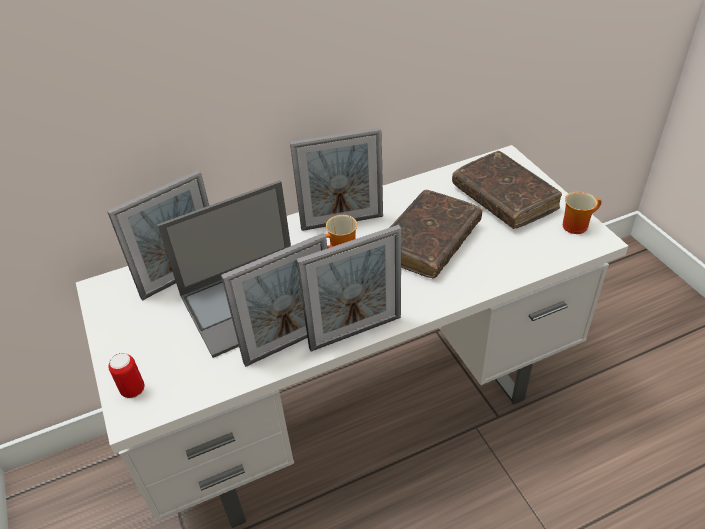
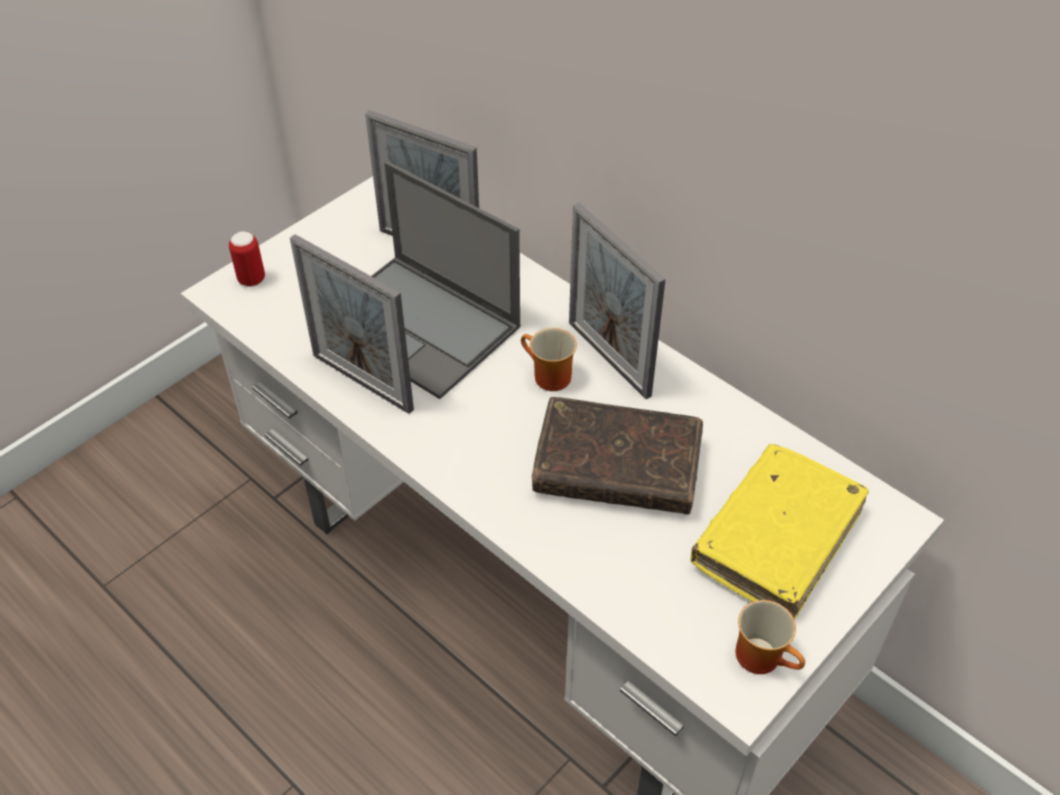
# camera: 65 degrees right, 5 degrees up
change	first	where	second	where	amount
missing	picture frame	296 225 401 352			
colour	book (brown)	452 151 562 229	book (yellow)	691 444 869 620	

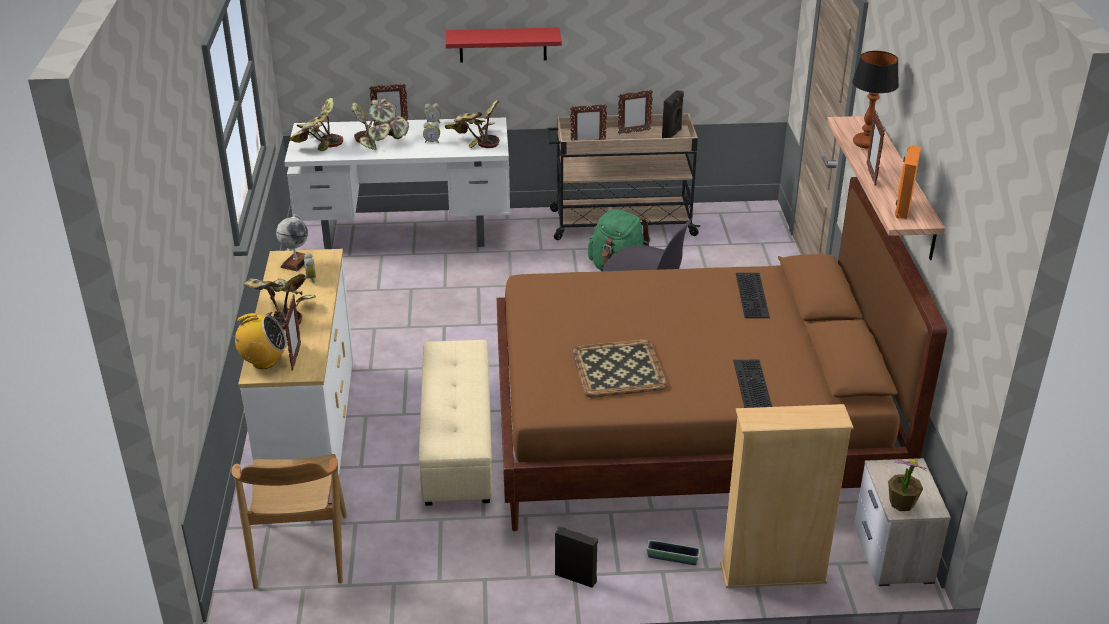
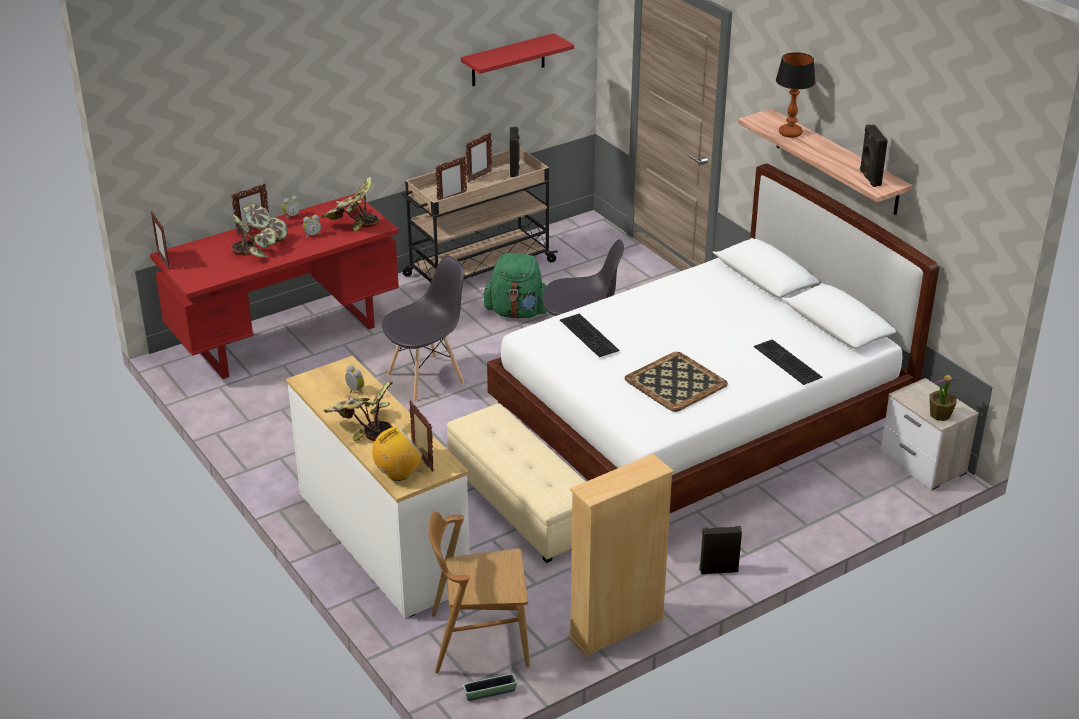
# camera: 30 degrees left, 0 degrees up
change	first	where	second	where	amount
missing	globe	276 215 311 271			
missing	potted plant	288 98 343 151			
appeared			chair (grey)	382 256 464 402	
relocated	shelf (red)	446 28 562 62		461 33 574 86	
relocated	planter	646 540 701 565		463 673 517 701	
relocated	bookcase (beige)	720 404 854 588		568 454 674 657	
relocated	keyboard	736 273 770 318		560 313 619 357	
relocated	picture frame	867 111 885 186		151 211 170 270	
colour	desk (white)	284 117 510 249	desk (red)	150 194 399 379	
colour	bed (brown)	497 177 947 531	bed (white)	487 163 939 513	
colour	speaker (orange)	895 145 921 219	speaker (black)	860 125 888 187	
spun	chair (brown)	231 454 347 589		428 511 530 674	120 degrees clockwise

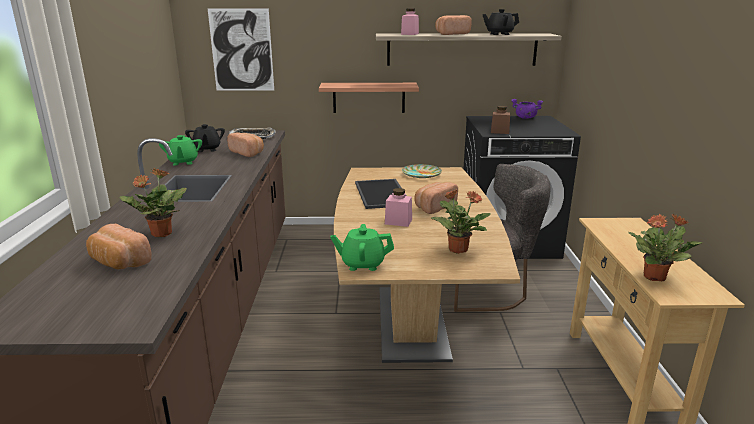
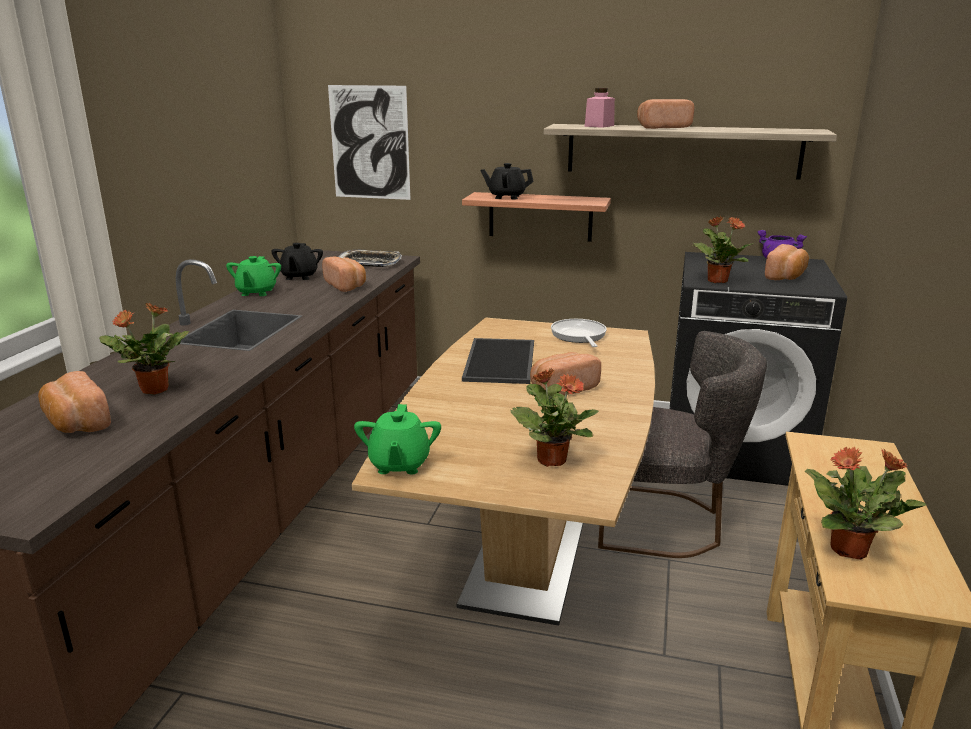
# camera: 15 degrees right, 0 degrees up
change	first	where	second	where	amount
missing	jar (pink)	385 188 412 227			
appeared			bread	765 244 809 280	
relocated	teapot (black)	482 9 519 35		481 163 534 199	
exchanged	plate	402 164 442 178	frying pan	551 319 607 347	
exchanged	jar (brown)	491 106 510 134	potted plant	693 216 754 283	
spun	teapot (green)	330 224 394 271		354 404 441 474	105 degrees counterclockwise

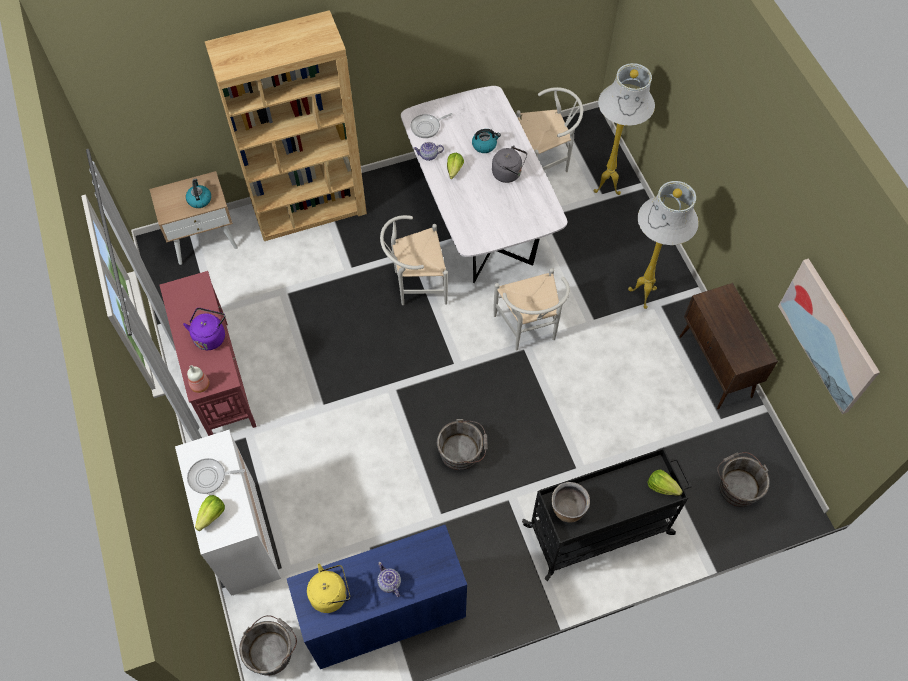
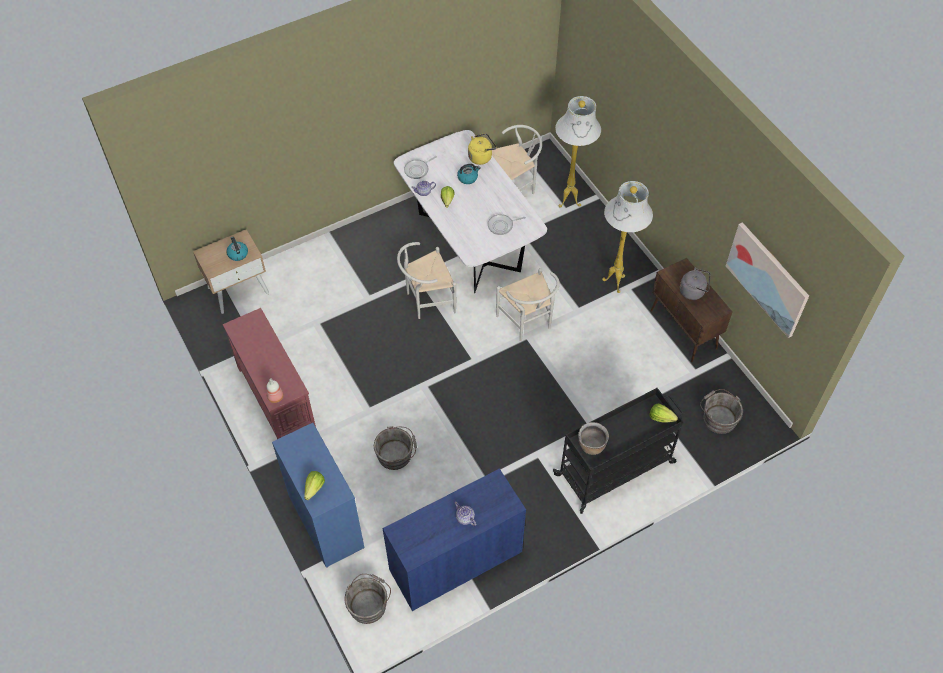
# camera: 10 degrees left, 5 degrees down
change	first	where	second	where	amount
missing	kettle (purple)	183 308 226 350			
missing	bookcase (brown)	205 10 367 241			
relocated	frying pan	187 458 245 494		488 214 526 235	
relocated	kettle (yellow)	307 563 350 613		468 133 497 165	
relocated	bucket (grey)	437 419 488 470		374 426 417 470	
relocated	kettle (grey)	492 146 527 183		680 267 710 300	
colour	dresser (white)	175 430 281 596	dresser (blue)	272 423 365 567	

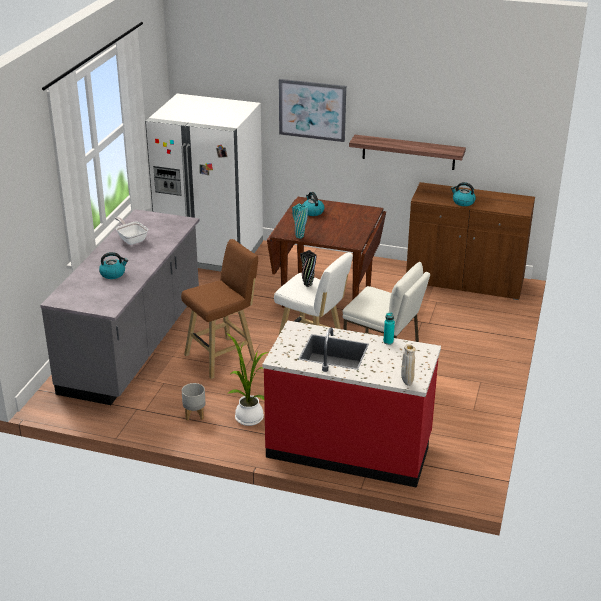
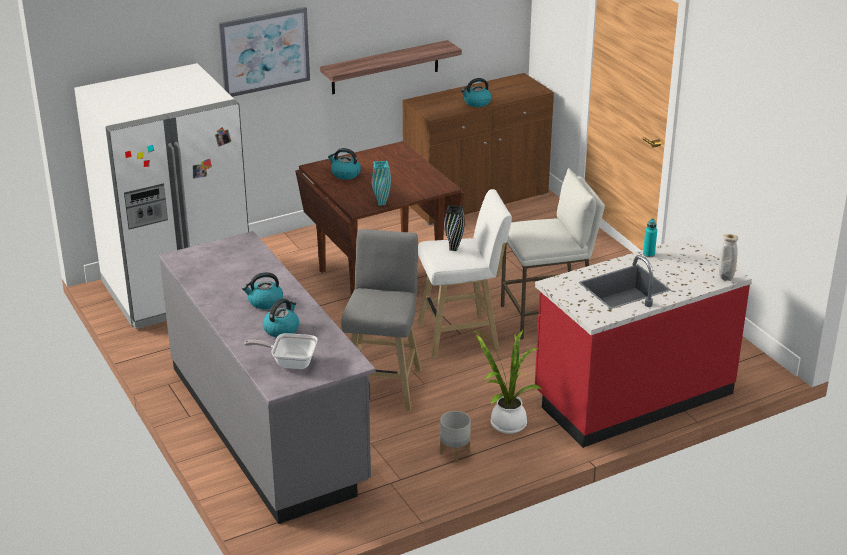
# camera: 45 degrees left, 0 degrees up
change	first	where	second	where	amount
appeared			kettle	242 272 283 309	
relocated	frying pan	115 217 148 245		244 333 318 369	
colour	stool (brown)	181 239 258 379	stool (grey)	341 229 422 411	

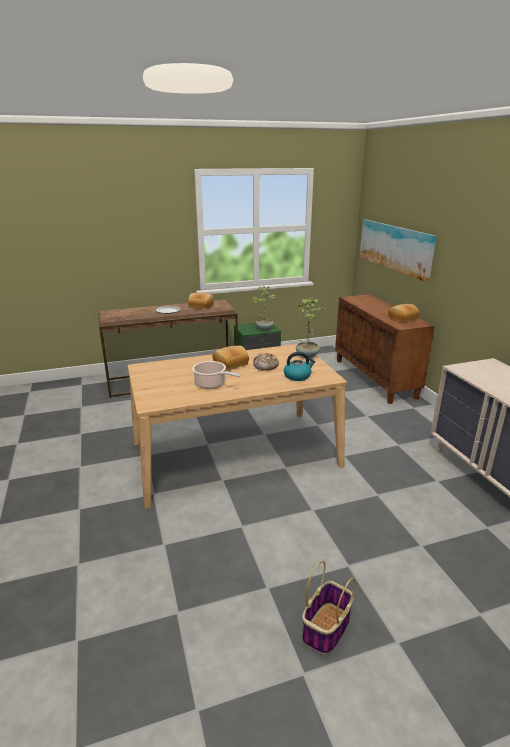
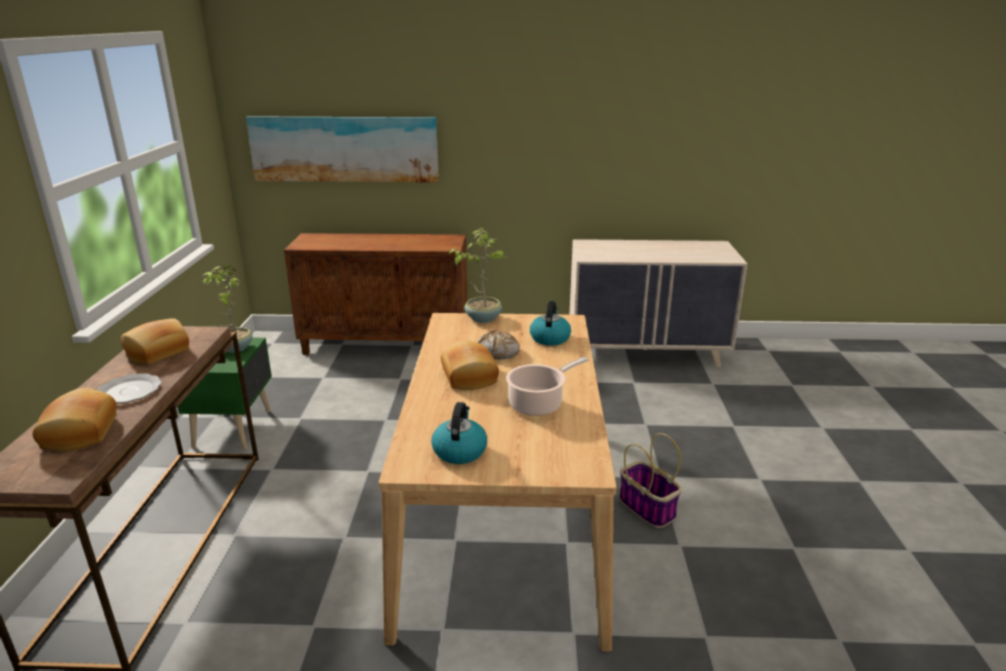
# camera: 70 degrees left, 0 degrees up
change	first	where	second	where	amount
appeared			kettle	431 402 487 464	
relocated	basket	302 560 355 654		619 433 682 528	
relocated	bread	388 304 420 322		33 388 117 451	

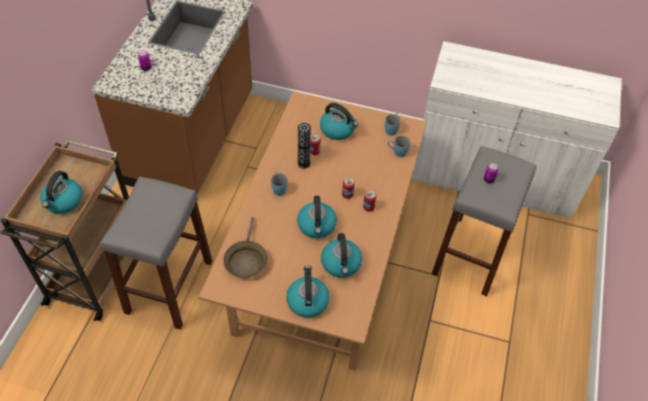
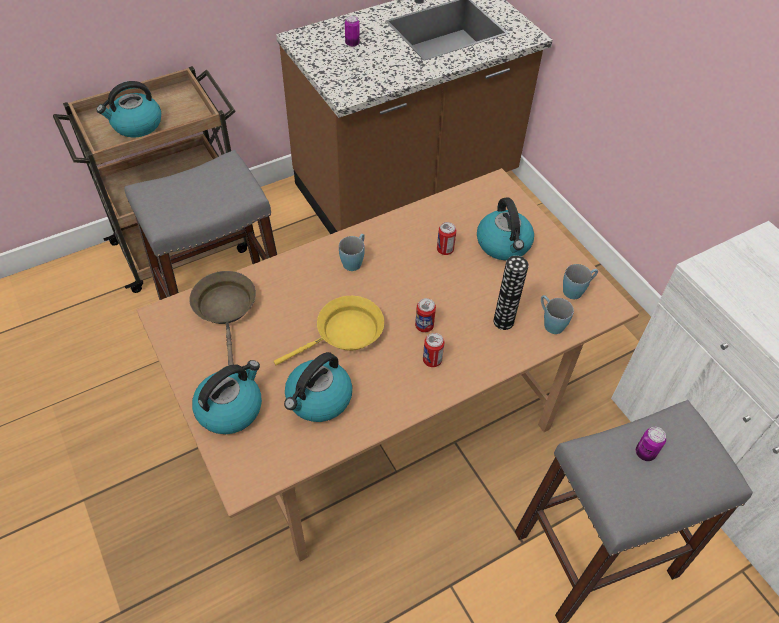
# camera: 45 degrees right, 0 degrees up
change	first	where	second	where	amount
relocated	vase	298 123 311 169		493 256 529 330	
exchanged	kettle	297 196 337 238	frying pan (yellow)	274 296 384 365	
spun	frying pan (brown)	223 217 268 278		190 271 256 366	120 degrees clockwise

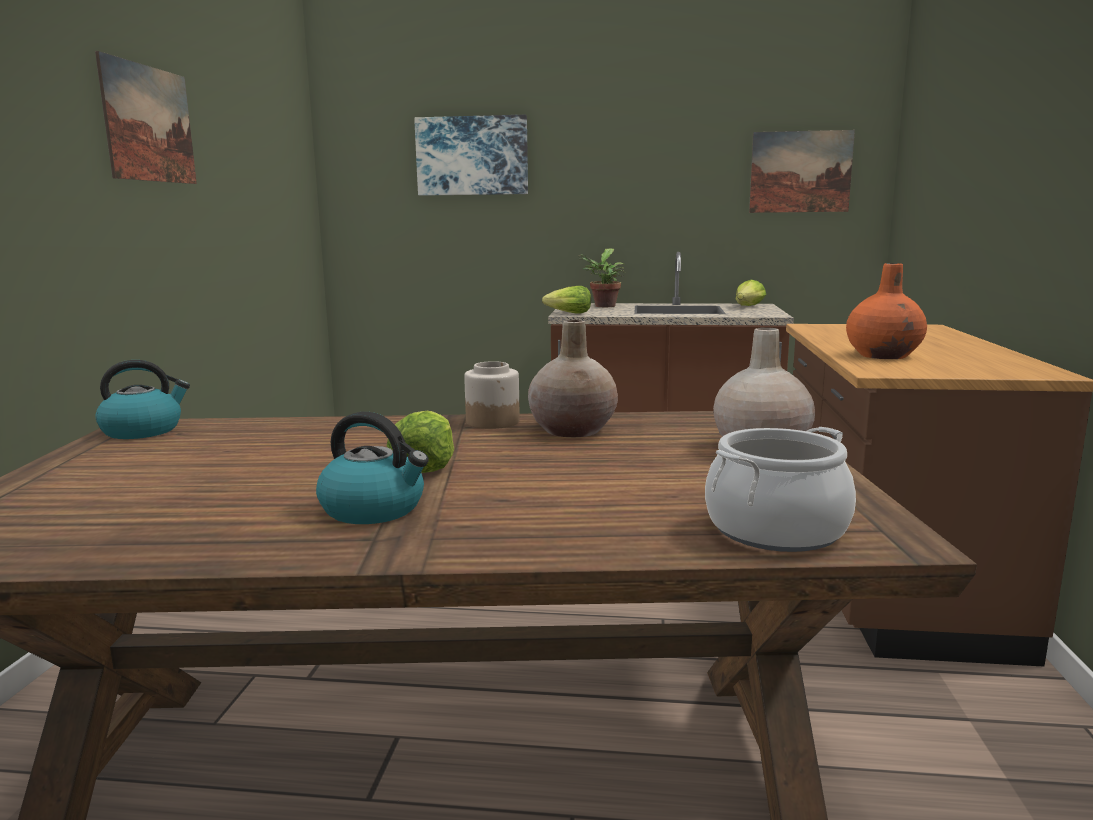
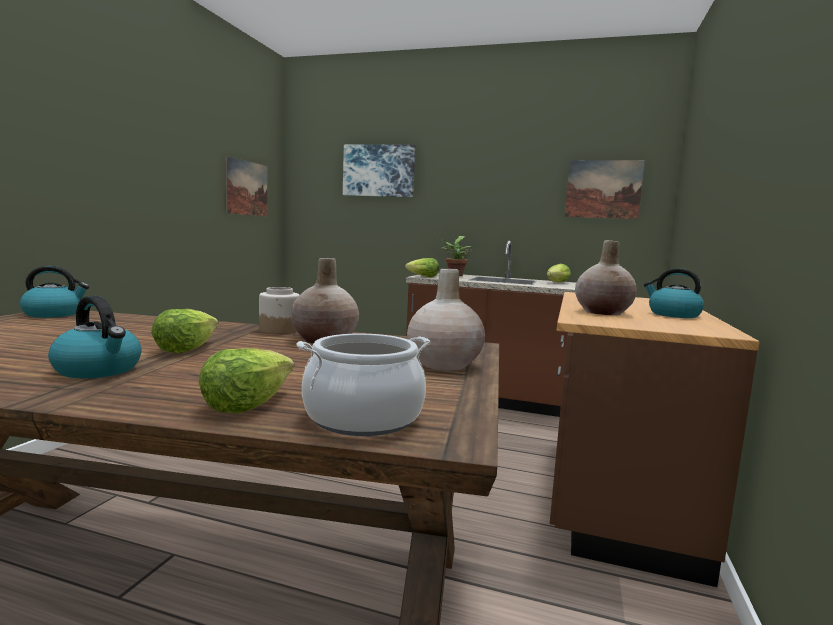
# camera: 10 degrees right, 5 degrees down
change	first	where	second	where	amount
appeared			lettuce	199 348 294 413	
appeared			kettle	644 268 704 318	
relocated	picture	95 51 197 184		226 156 268 216	
colour	vase (orange)	846 263 927 359	vase (beige)	575 241 637 315	

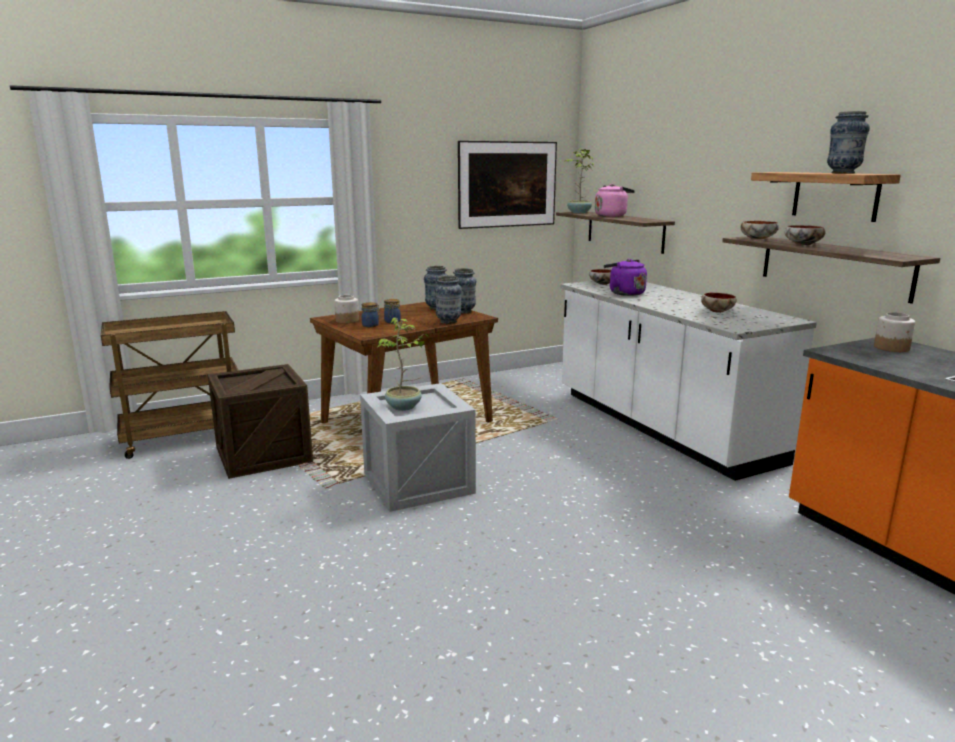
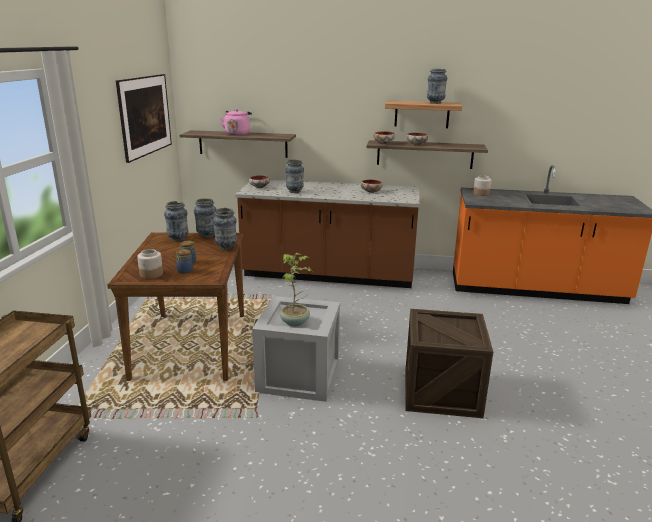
# camera: 55 degrees left, 5 degrees up
change	first	where	second	where	amount
missing	potted plant	564 149 594 213			
relocated	crate	208 364 313 479		405 309 493 418	
exchanged	kettle (purple)	604 259 647 296	vase	285 160 304 193	
colour	counter (white)	561 281 817 481	counter (brown)	235 179 420 288	

